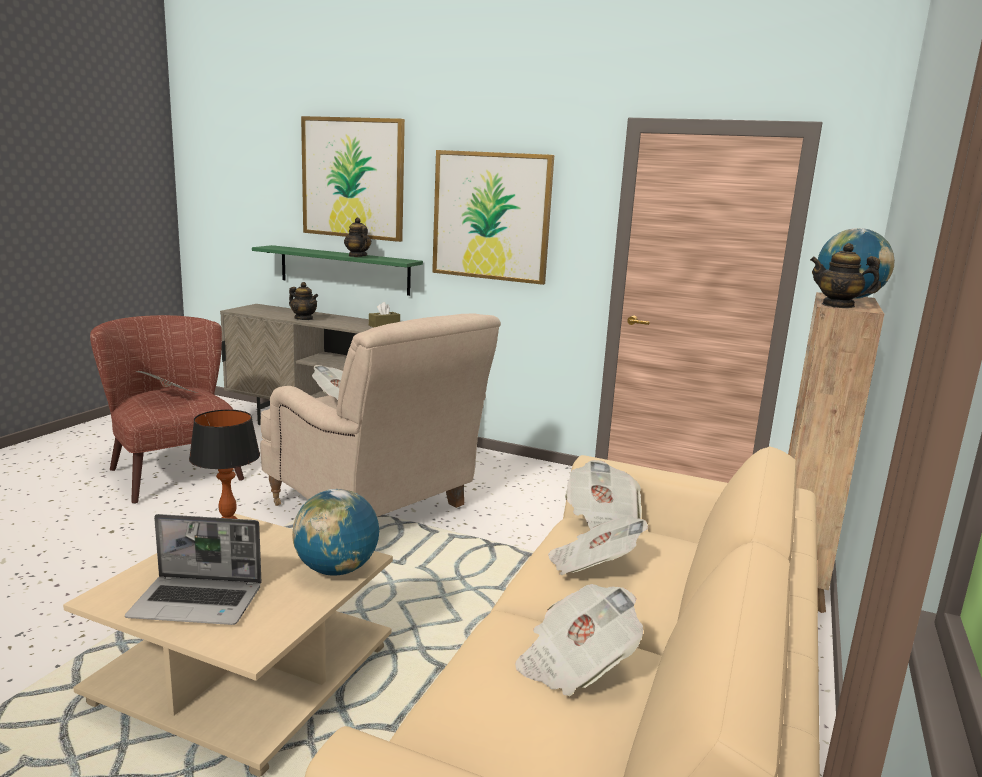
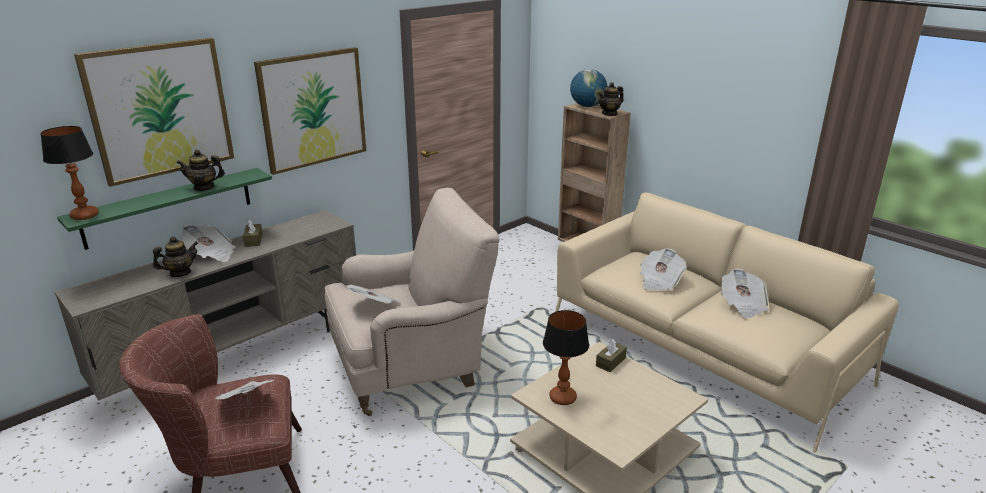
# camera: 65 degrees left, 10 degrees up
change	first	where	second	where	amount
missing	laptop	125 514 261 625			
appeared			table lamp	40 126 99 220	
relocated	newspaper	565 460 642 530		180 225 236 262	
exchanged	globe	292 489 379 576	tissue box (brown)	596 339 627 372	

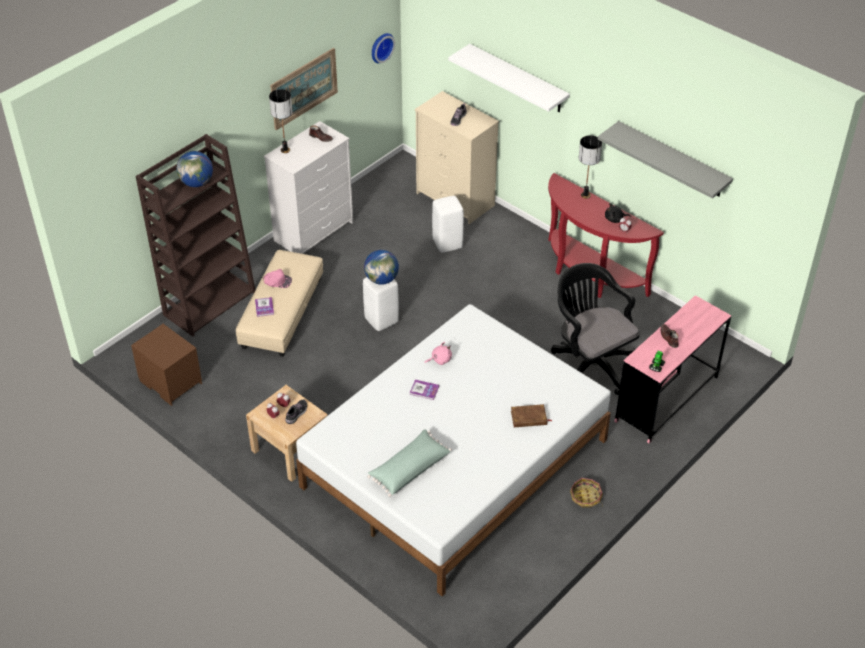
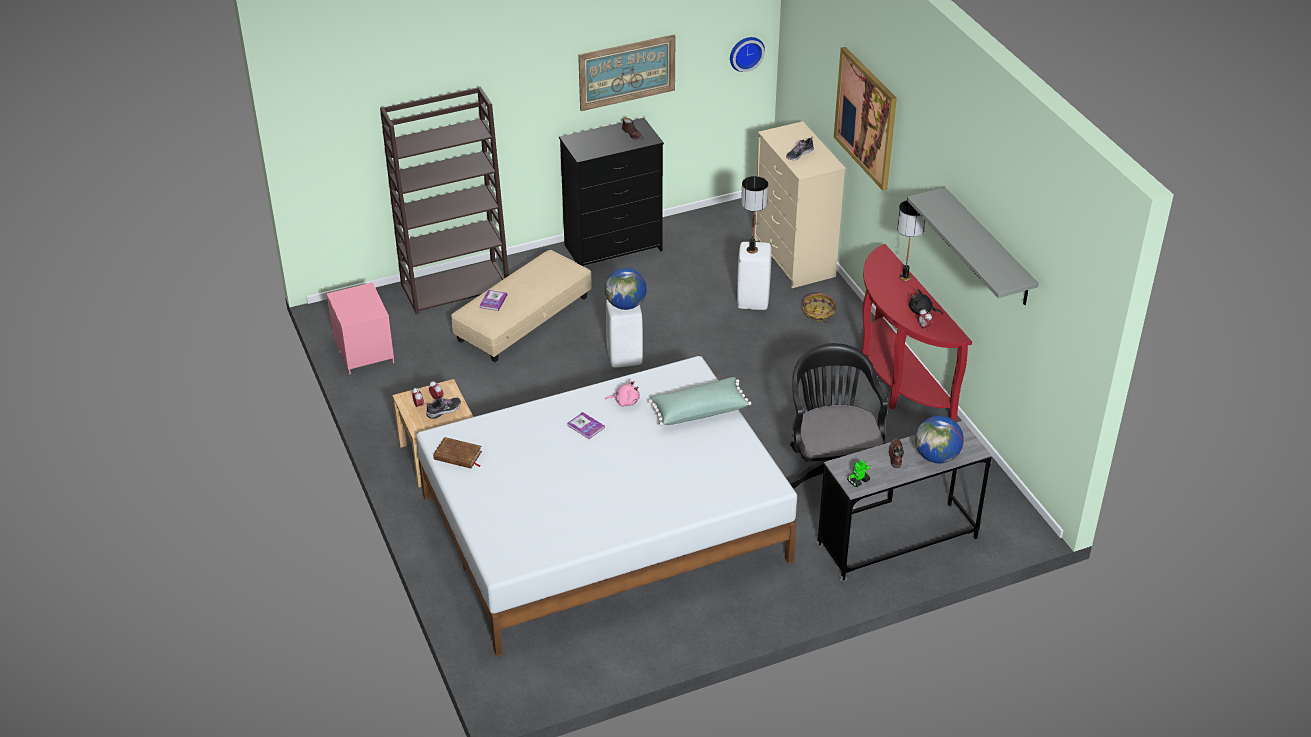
# camera: 25 degrees right, 5 degrees down
change	first	where	second	where	amount
missing	cap (pink)	263 269 292 288			
relocated	globe	176 151 213 187		915 415 964 464	
relocated	table lamp	269 89 292 153		741 176 768 254	
relocated	pillow (green)	367 429 452 497		648 377 751 426	
relocated	book (brown)	511 404 552 427		433 437 482 468	
relocated	basket	570 478 603 508		802 293 836 323	
exchanged	shelf (white)	448 44 570 113	picture	834 47 897 191	
colour	nightstand (brown)	131 324 202 406	nightstand (pink)	327 282 394 374	
colour	dresser (white)	264 121 353 254	dresser (black)	559 118 664 267	
colour	desk (pink)	614 295 731 443	desk (grey)	816 421 992 582	

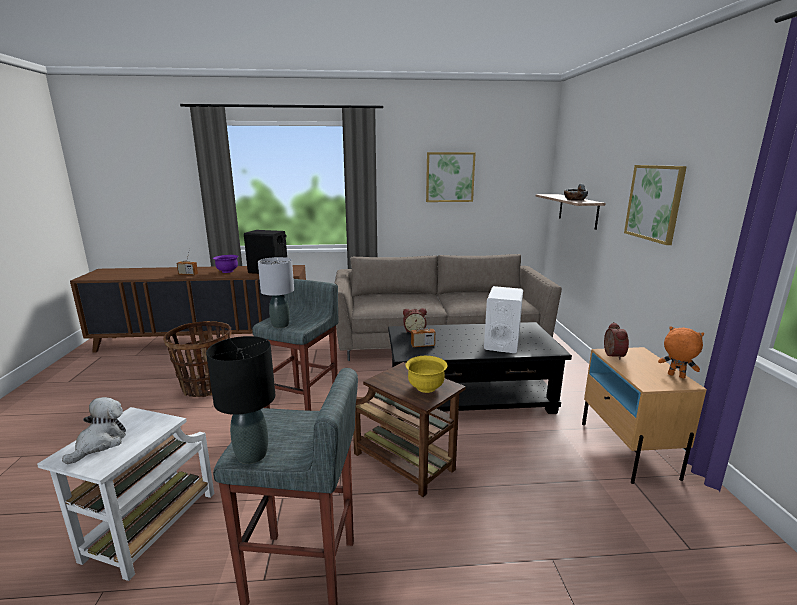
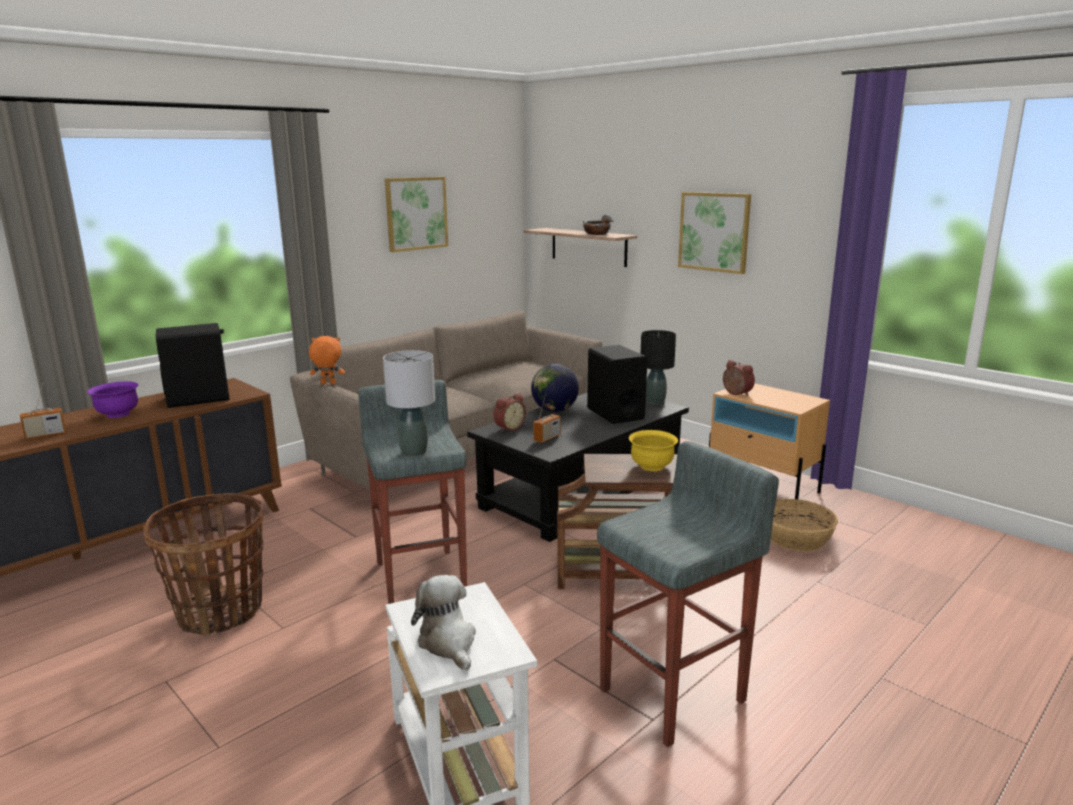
# camera: 40 degrees left, 0 degrees up
change	first	where	second	where	amount
appeared			globe	531 364 579 412	
appeared			basket	771 499 838 552	
relocated	table lamp (black)	206 336 275 464		641 330 676 405	
relocated	plush toy (orange)	658 326 704 378		309 336 345 385	
colour	speaker (white)	484 286 523 353	speaker (black)	587 345 647 424	

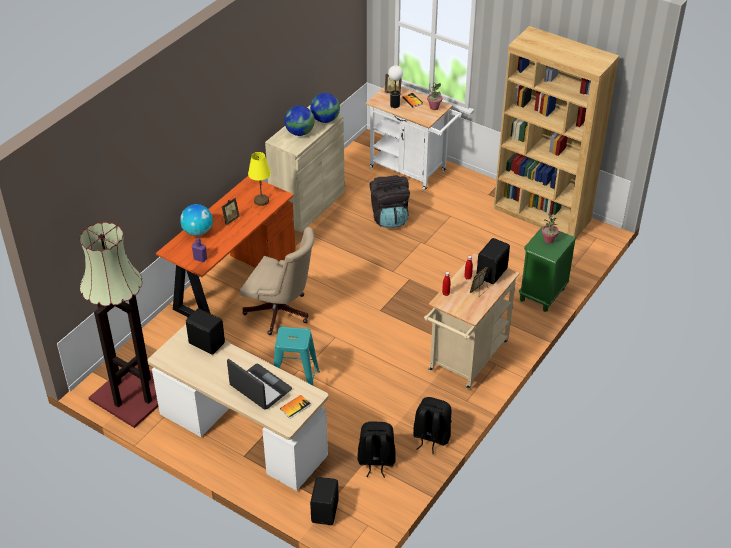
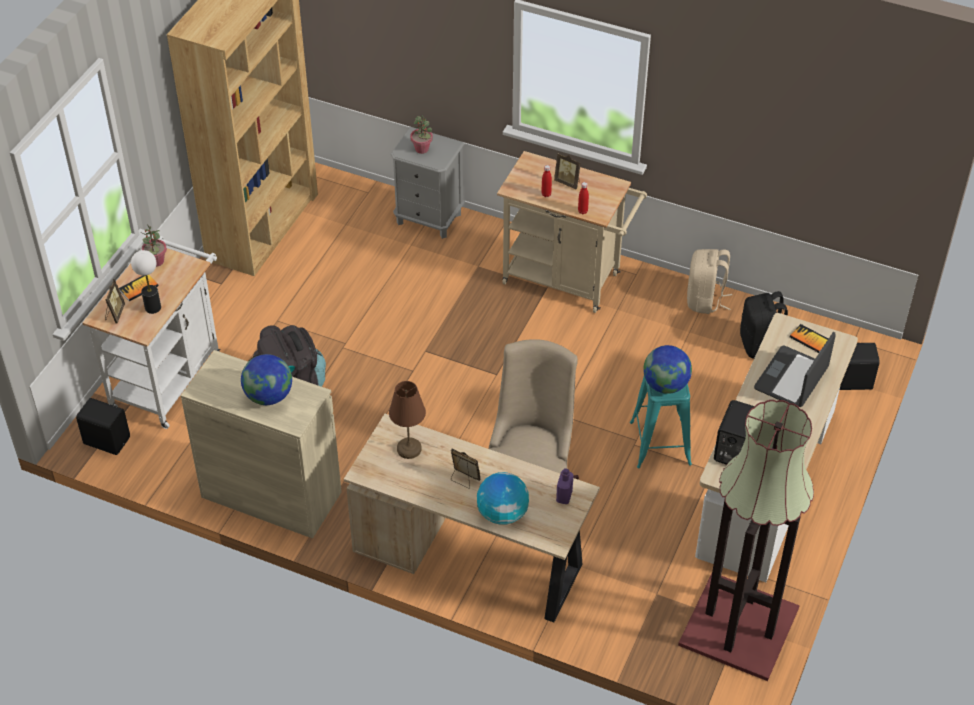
# camera: 100 degrees left, 5 degrees up
change	first	where	second	where	amount
relocated	globe	310 93 340 123		643 345 692 394	
relocated	speaker (black)	476 238 510 284		76 398 130 455	
colour	desk (orange)	156 176 295 317	desk (beige)	344 414 600 622	
colour	table lamp (yellow)	248 152 271 206	table lamp (brown)	389 381 426 459	
colour	backpack (black)	413 397 452 454	backpack (beige)	687 249 732 314	
colour	nightstand (green)	519 227 576 312	nightstand (grey)	391 127 465 239	

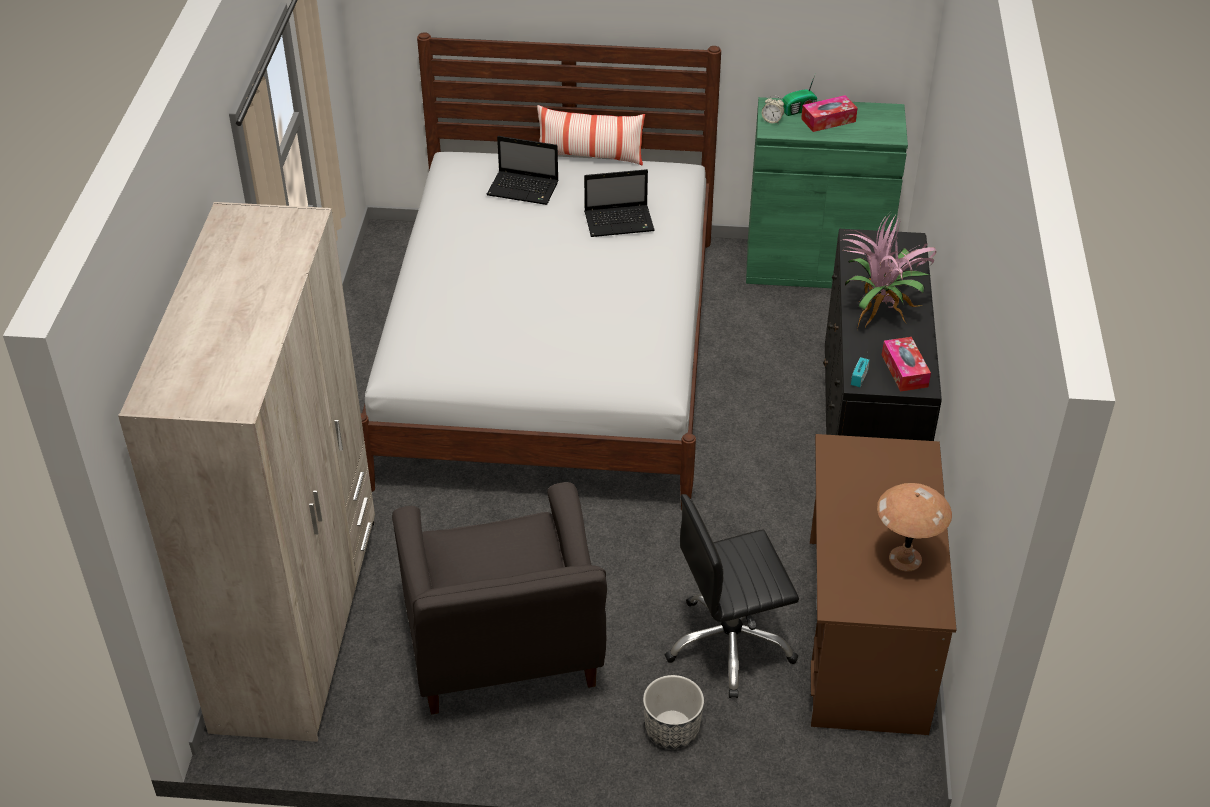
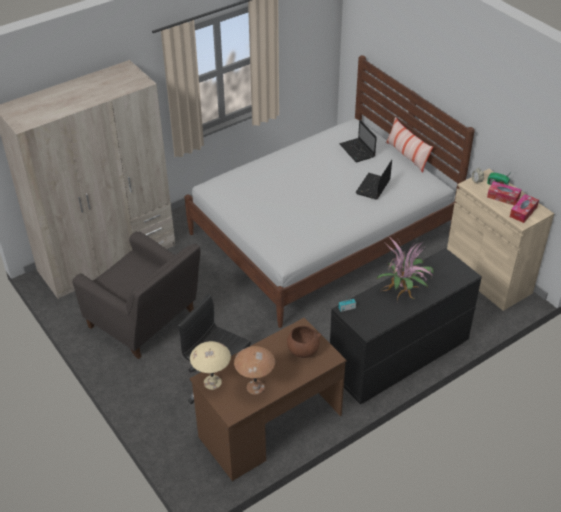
# camera: 50 degrees right, 0 degrees up
change	first	where	second	where	amount
missing	planter	643 675 704 749			
appeared			table lamp (beige)	190 341 231 390	
appeared			bowl (brown)	287 326 321 358	
relocated	tissue box	882 337 931 392		510 194 539 223	
colour	cabinet (green)	746 97 908 288	cabinet (beige)	447 169 554 311	
spun	armchair (grey)	392 482 607 715		72 231 201 359	90 degrees counterclockwise
spun	laptop	584 169 655 237		356 160 392 200	75 degrees clockwise

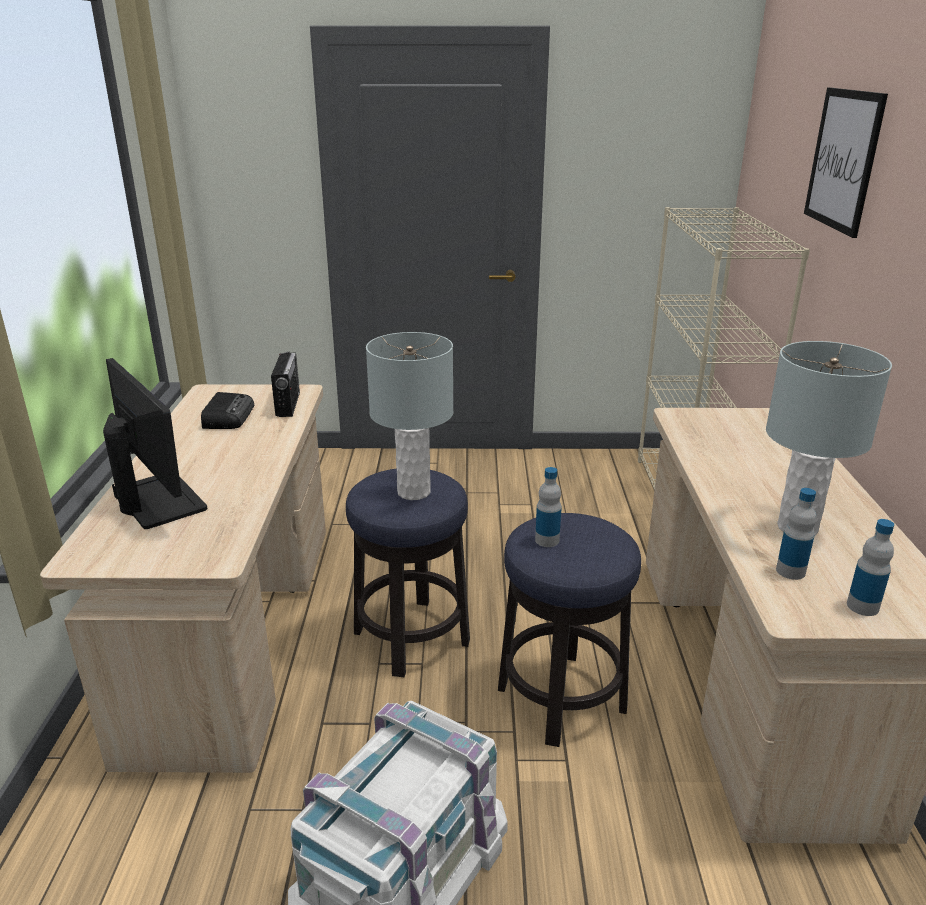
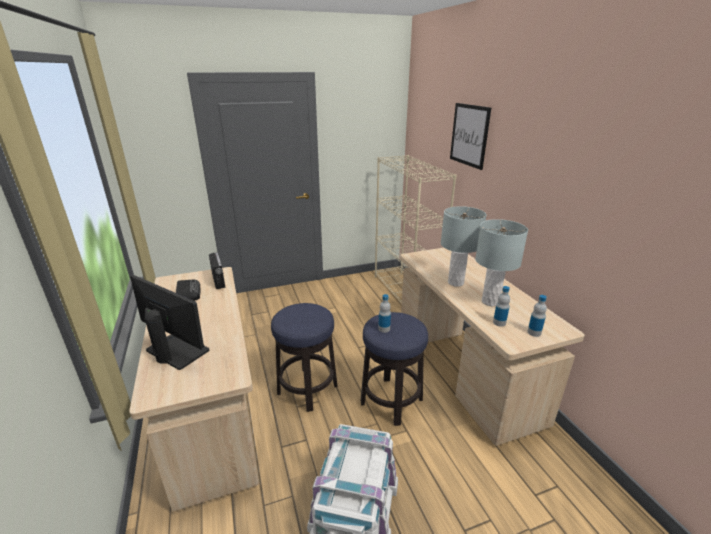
# camera: 20 degrees left, 0 degrees up
change	first	where	second	where	amount
relocated	table lamp (grey)	366 332 454 500		441 206 486 287	

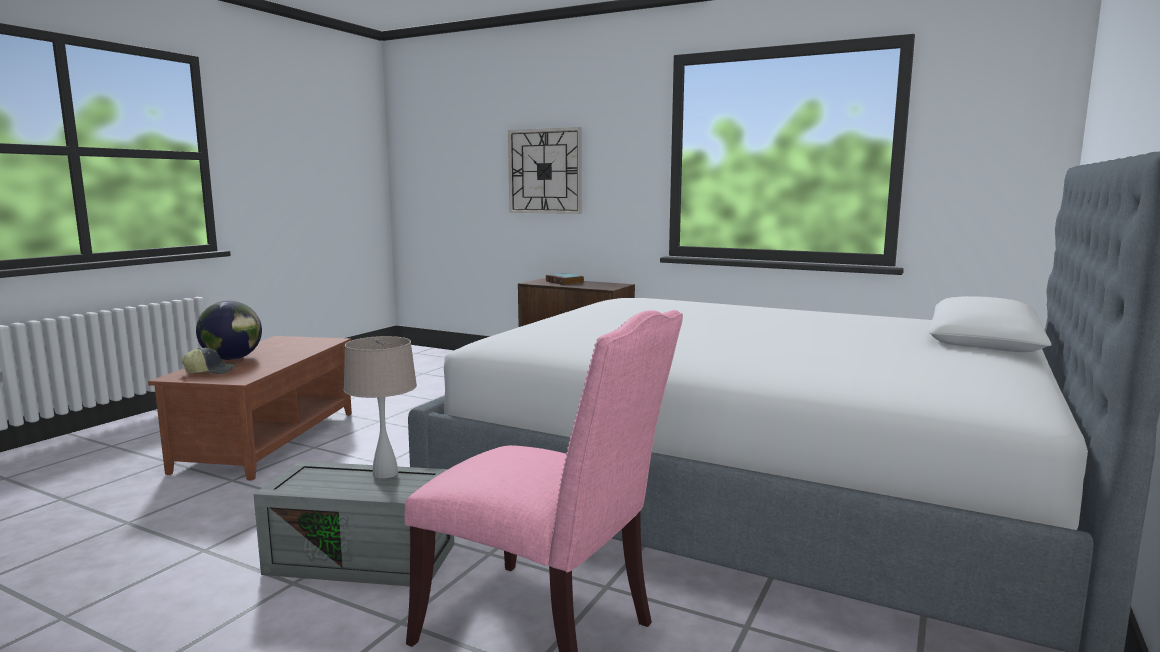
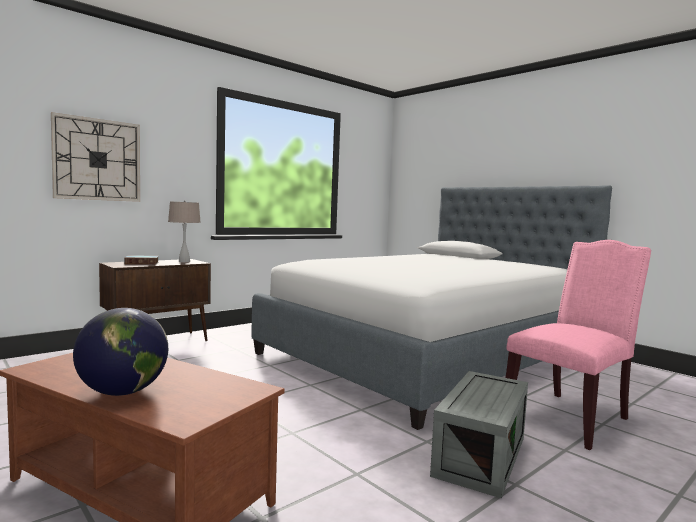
# camera: 70 degrees left, 5 degrees down
change	first	where	second	where	amount
missing	cap	181 348 236 374			
relocated	table lamp (beige)	344 336 417 479		168 200 201 263	

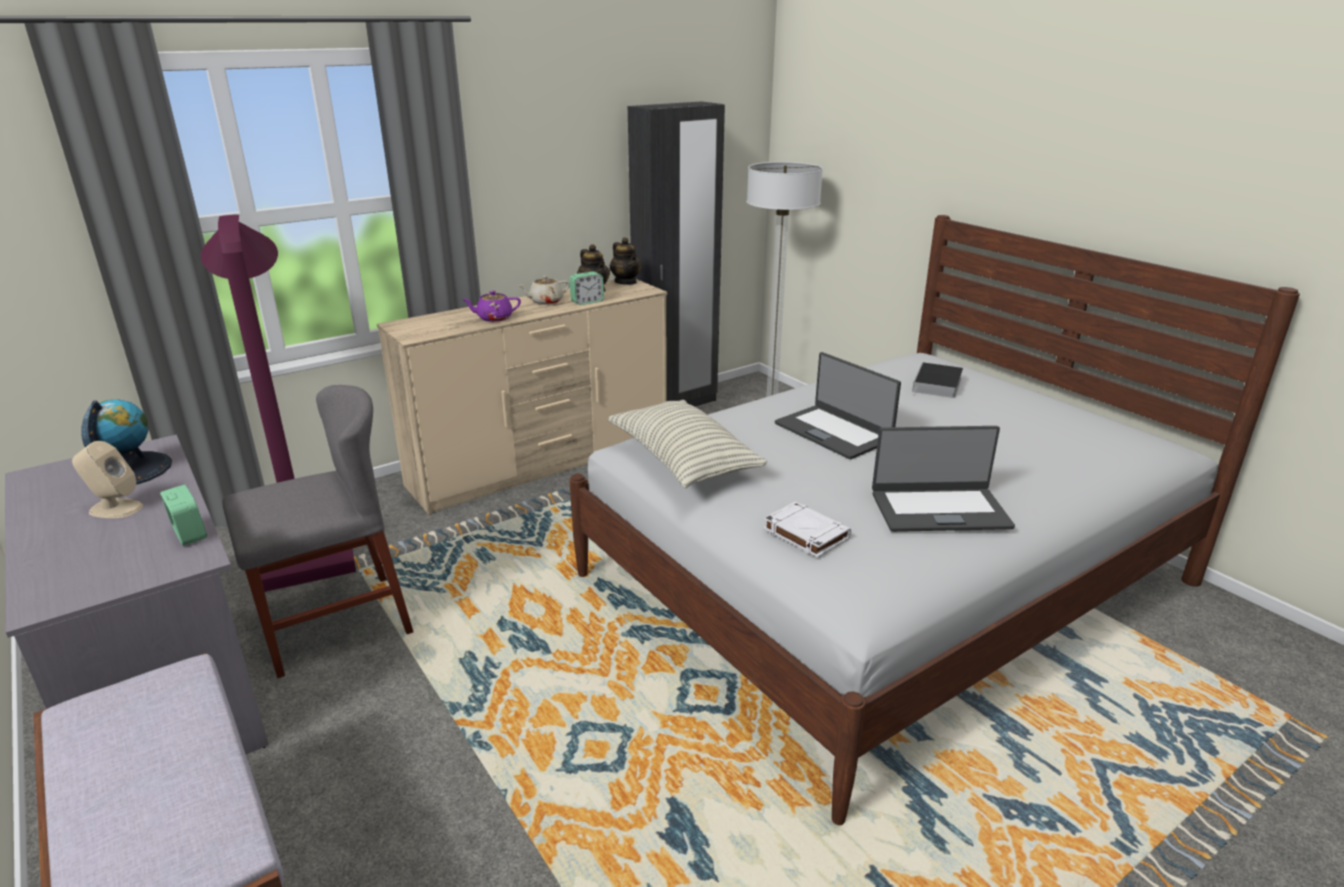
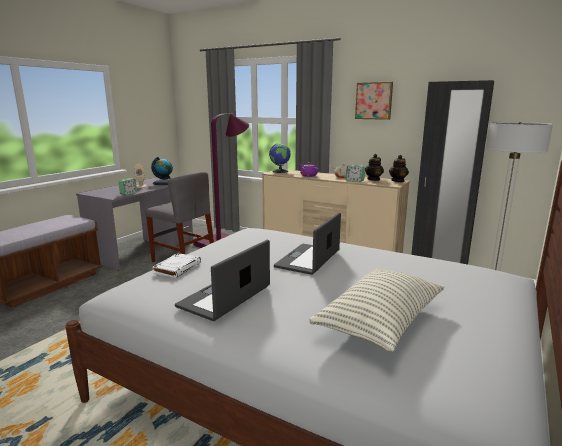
# camera: 65 degrees right, 10 degrees down
change	first	where	second	where	amount
missing	book	912 362 963 398			
appeared			globe	269 144 291 173	
appeared			picture	355 82 393 120	
relocated	pillow	608 400 767 488		309 269 444 352	
spun	laptop	872 426 1015 532		175 240 270 321	60 degrees clockwise

